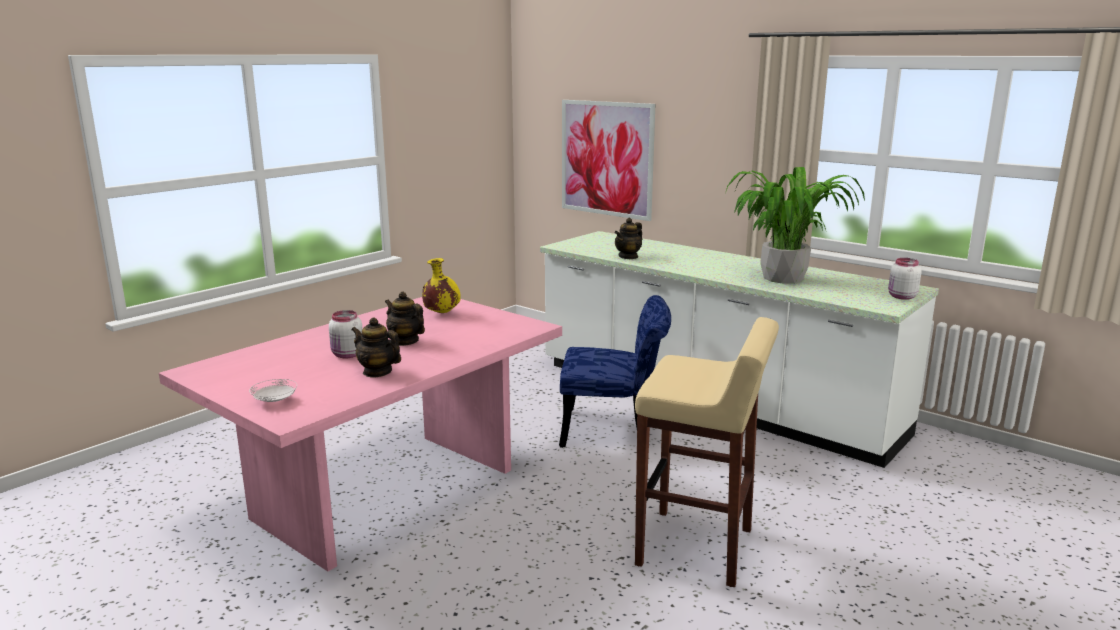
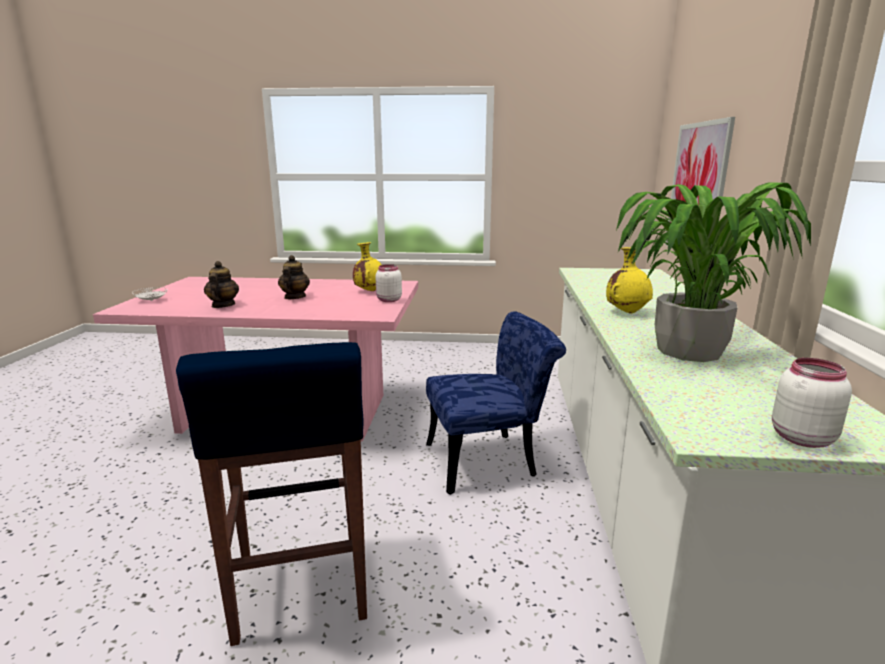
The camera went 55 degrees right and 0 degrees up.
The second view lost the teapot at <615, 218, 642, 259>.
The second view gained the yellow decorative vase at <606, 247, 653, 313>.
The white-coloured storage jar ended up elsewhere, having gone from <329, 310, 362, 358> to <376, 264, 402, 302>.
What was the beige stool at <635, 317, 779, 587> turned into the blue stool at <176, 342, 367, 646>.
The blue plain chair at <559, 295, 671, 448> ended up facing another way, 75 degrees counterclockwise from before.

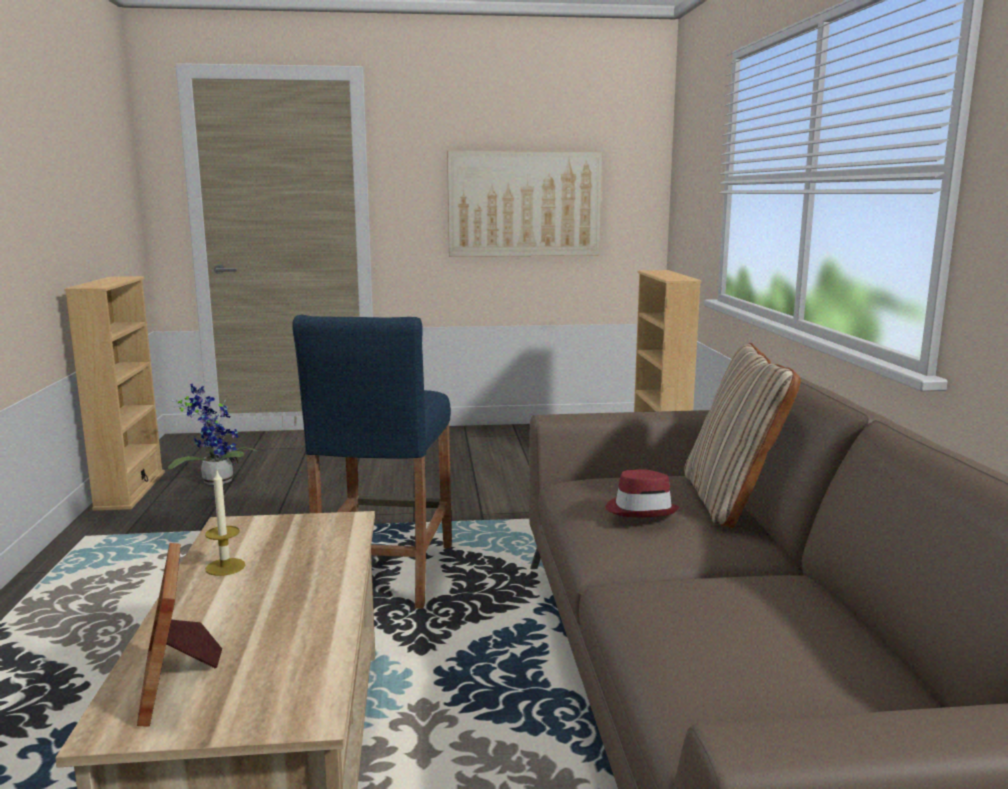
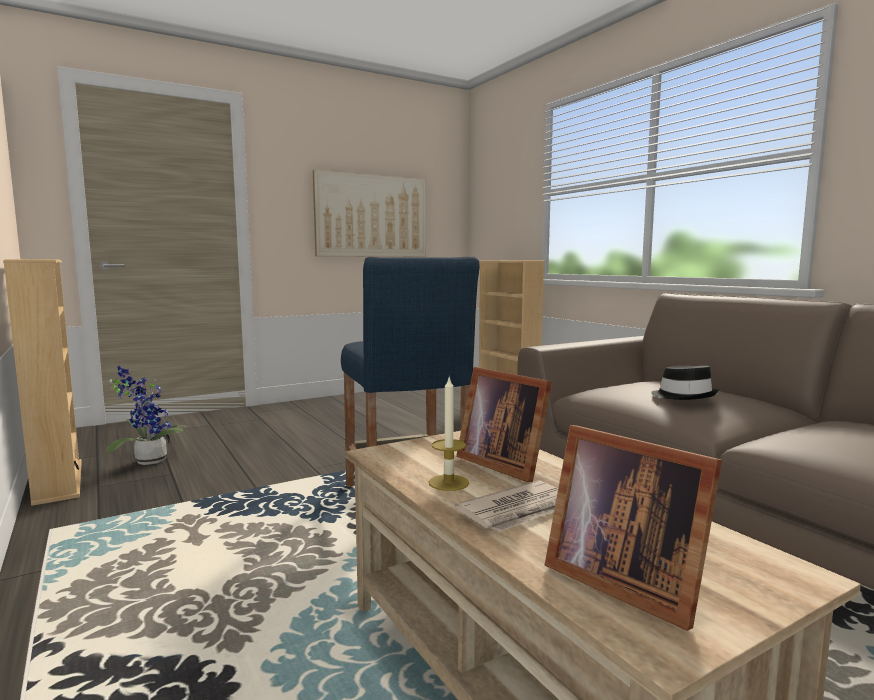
The camera went 25 degrees left and 5 degrees down.
The second view lost the beige cushion at <684, 343, 801, 529>.
The second view gained the printed paper at <455, 481, 558, 532>.
The second view gained the photo frame at <456, 367, 552, 482>.
What was the red wearable hat at <606, 469, 679, 517> turned into the blackish wearable hat at <651, 366, 719, 400>.

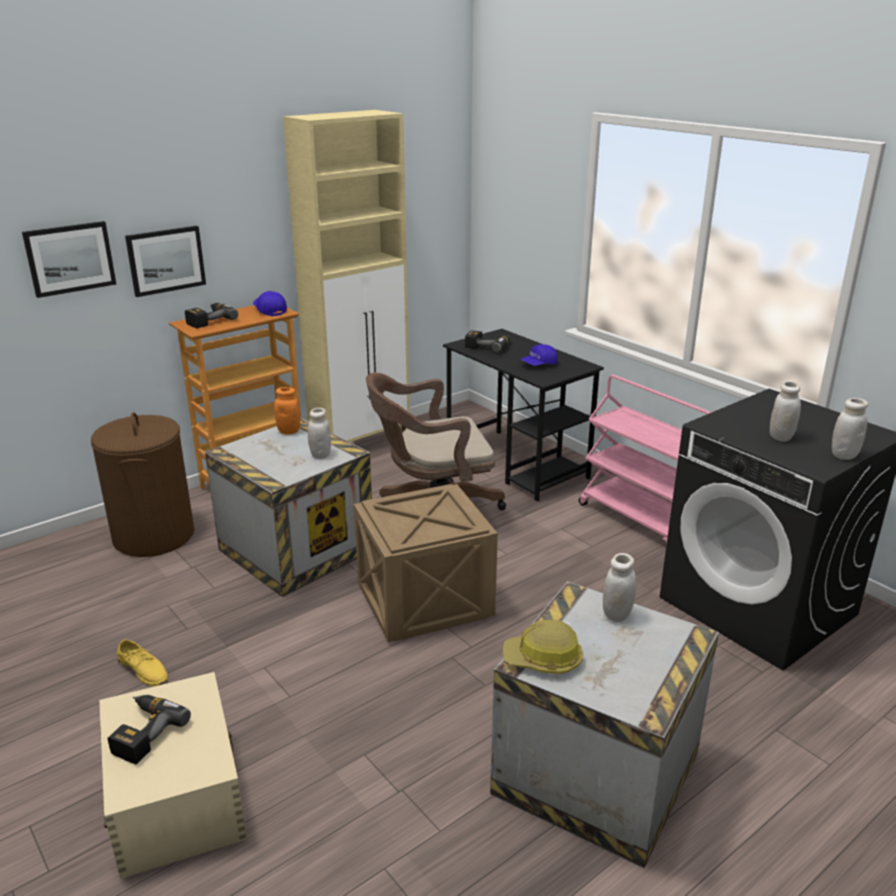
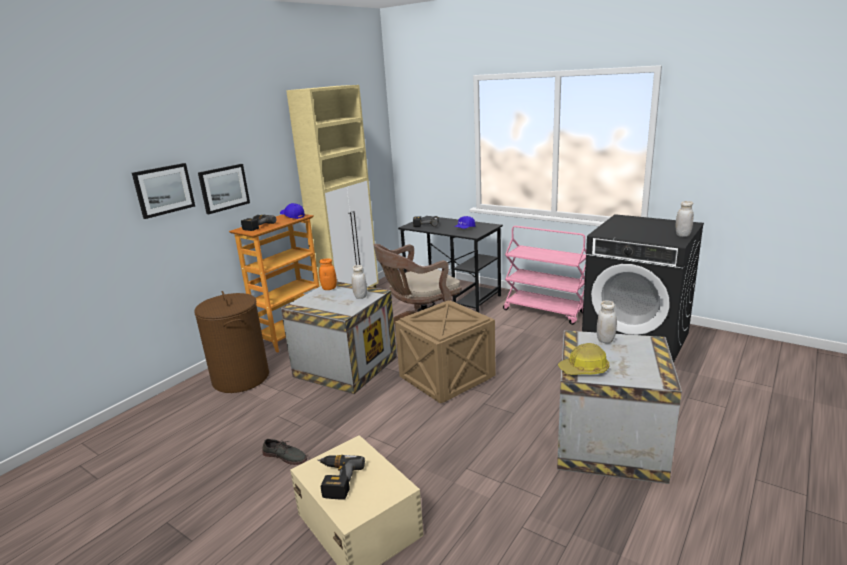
The camera went 15 degrees left and 5 degrees down.
The second view lost the white-coloured storage jar at <770, 381, 801, 442>.
What was the yellow low shoe at <117, 640, 168, 686> turned into the grey low shoe at <262, 439, 307, 465>.

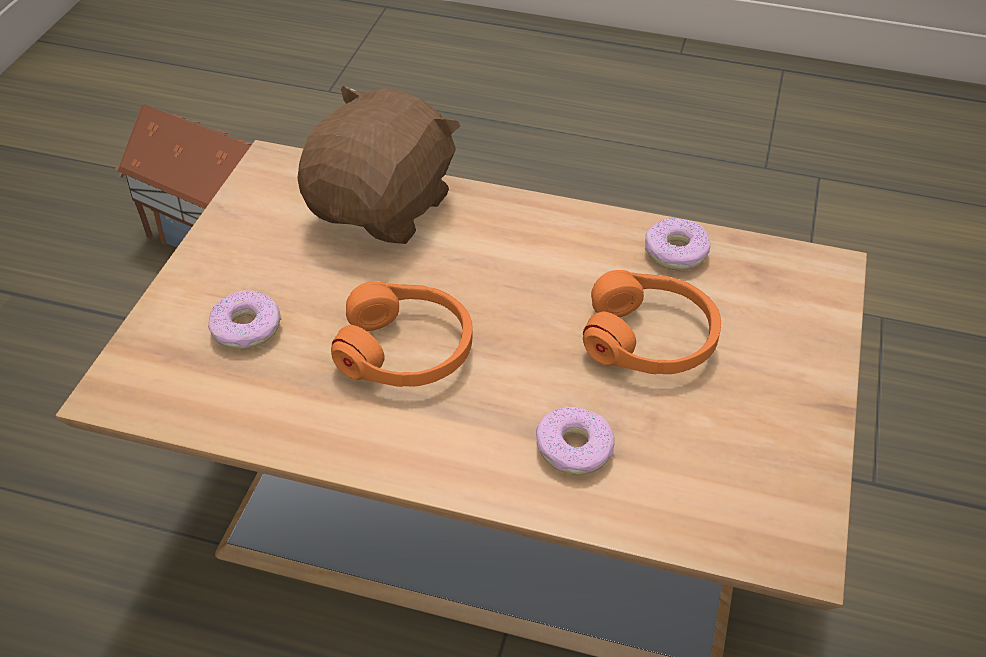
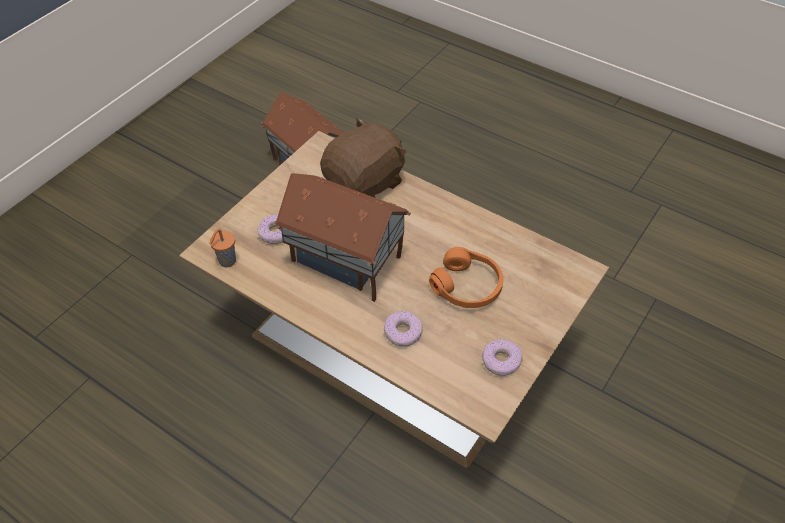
The camera went 20 degrees right and 5 degrees up.
The second view gained the orange-coloured cup at <209, 229, 236, 267>.
The ring doughnut ended up elsewhere, having gone from <645, 218, 711, 270> to <482, 339, 522, 376>.
Where the orange-coloured headset stood at <331, 281, 473, 387>, the model house came to stand at <274, 173, 411, 302>.

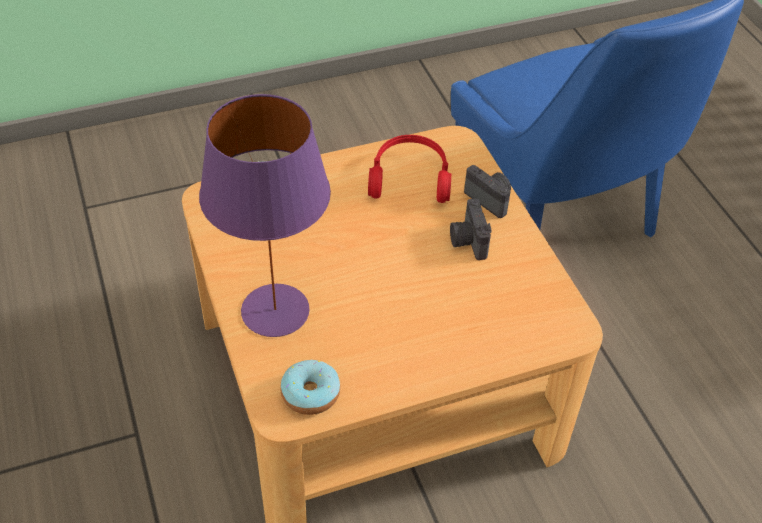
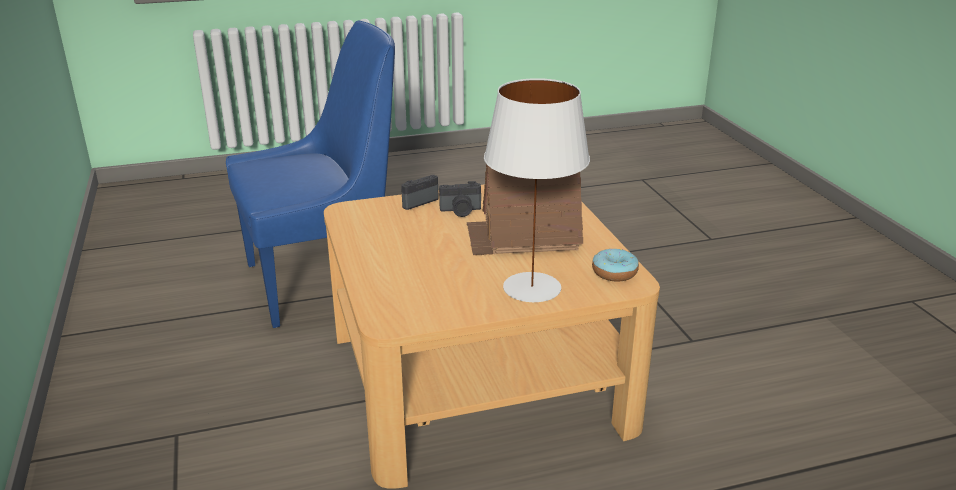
The camera went 85 degrees left and 20 degrees down.
The second view lost the red headset at <368, 135, 451, 203>.
The second view gained the model house at <467, 164, 583, 255>.
What was the purple table lamp at <199, 94, 331, 337> turned into the white-coloured table lamp at <484, 78, 590, 302>.

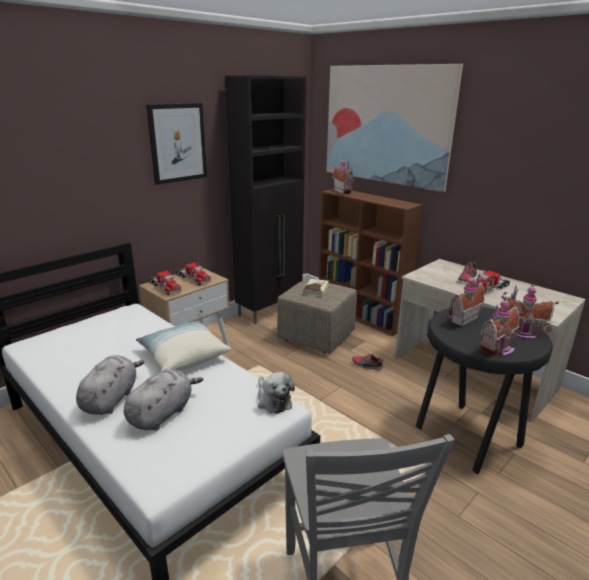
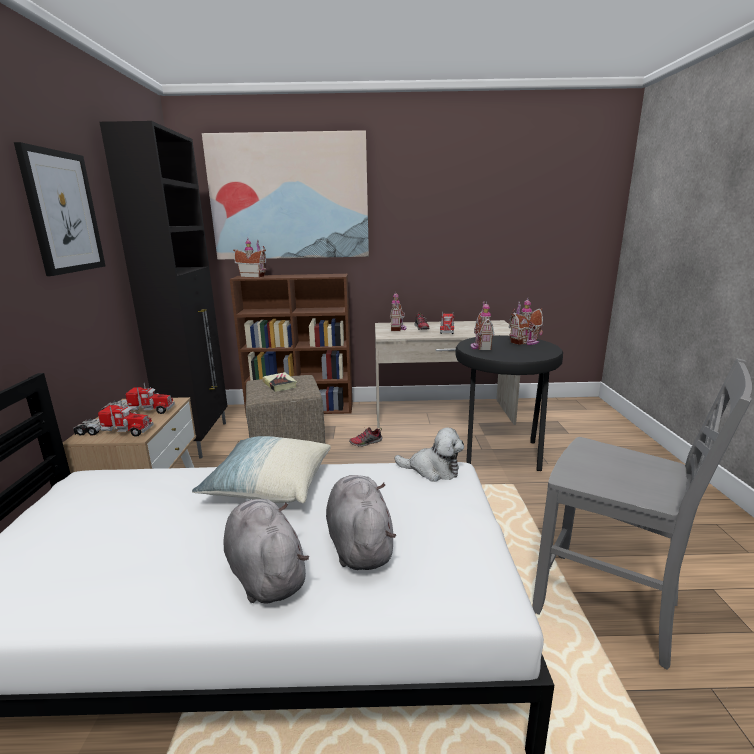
The camera went 45 degrees left and 5 degrees down.
The model house ended up elsewhere, having gone from <480, 299, 520, 357> to <390, 292, 407, 331>.

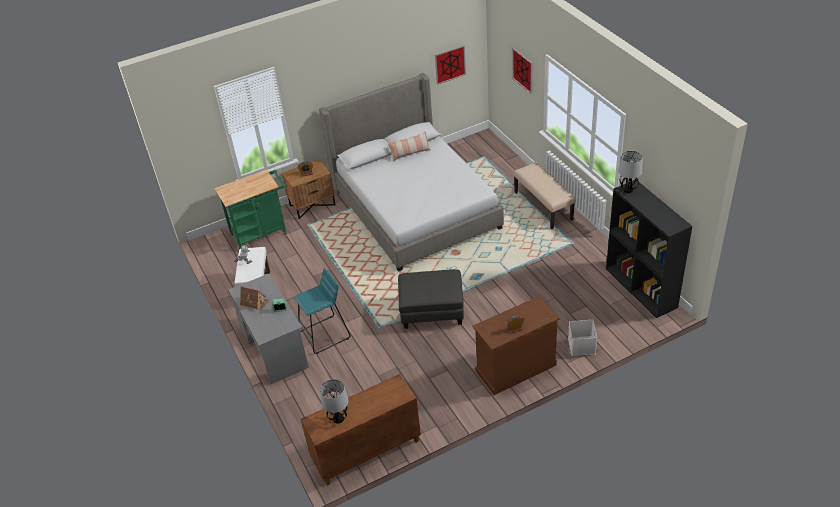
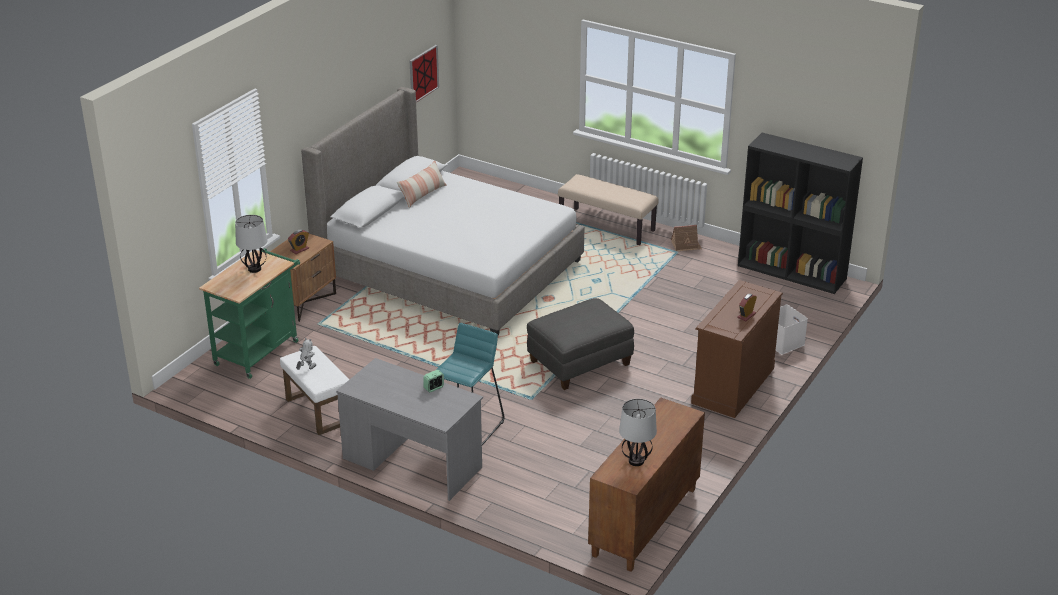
The camera went 35 degrees left and 10 degrees down.
The second view lost the picture at <512, 48, 533, 93>.
The model house ended up elsewhere, having gone from <240, 286, 269, 311> to <671, 225, 702, 251>.
The table lamp ended up elsewhere, having gone from <618, 151, 642, 193> to <235, 215, 267, 273>.

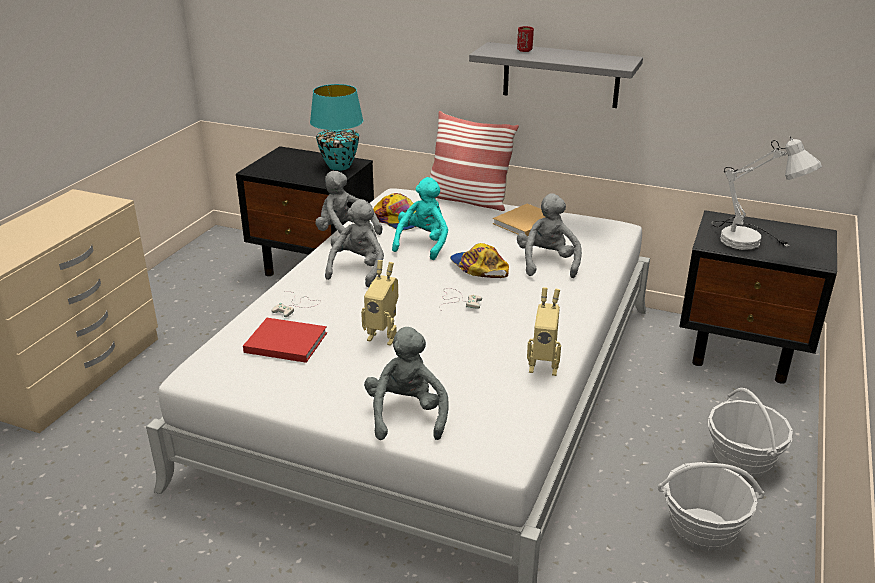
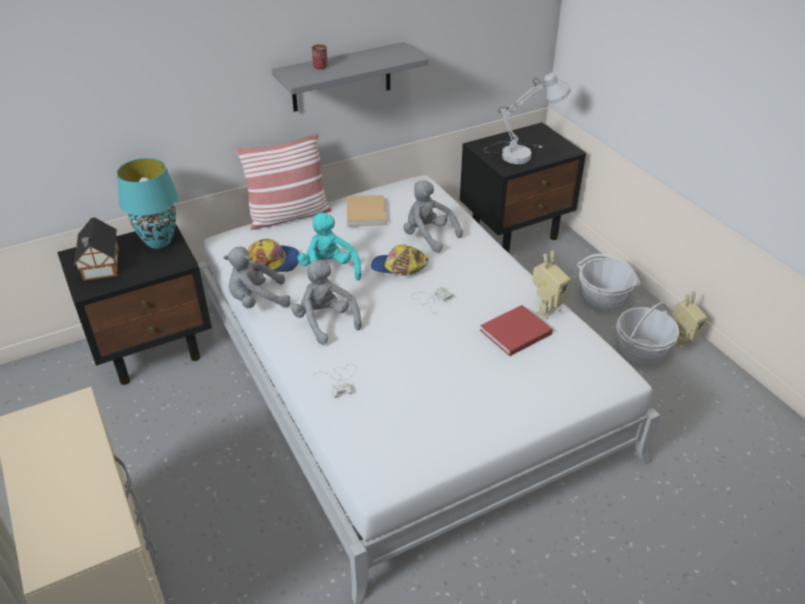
The camera went 50 degrees left and 10 degrees up.
The second view lost the grey plush toy at <364, 327, 449, 440>.
The second view gained the model house at <74, 217, 119, 281>.
The red volume ended up elsewhere, having gone from <243, 318, 327, 363> to <480, 305, 553, 356>.
The toy robot ended up elsewhere, having gone from <361, 260, 398, 346> to <672, 291, 707, 349>.

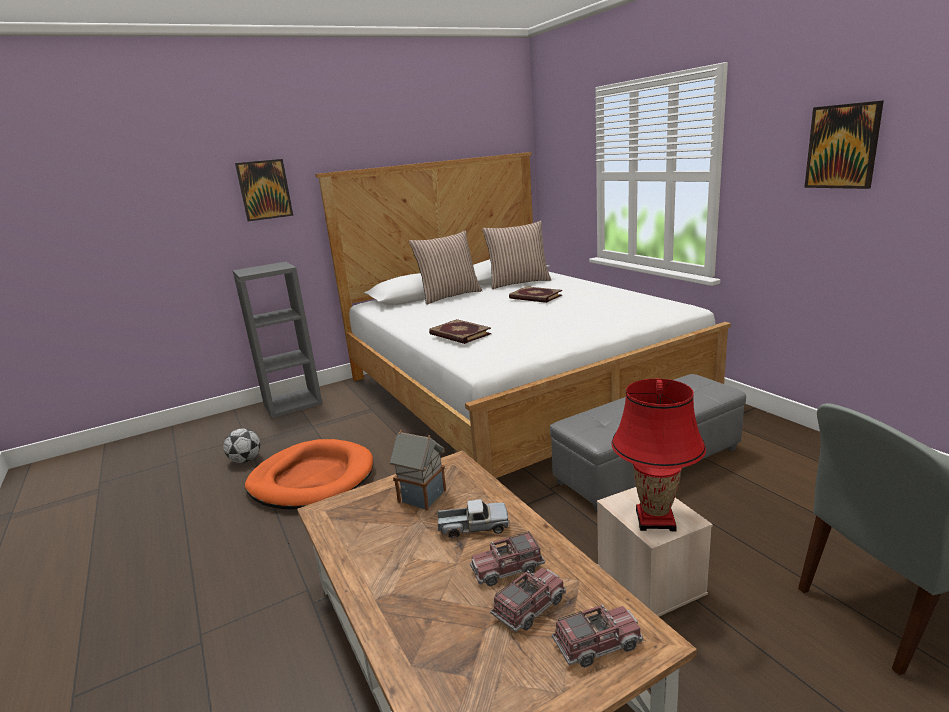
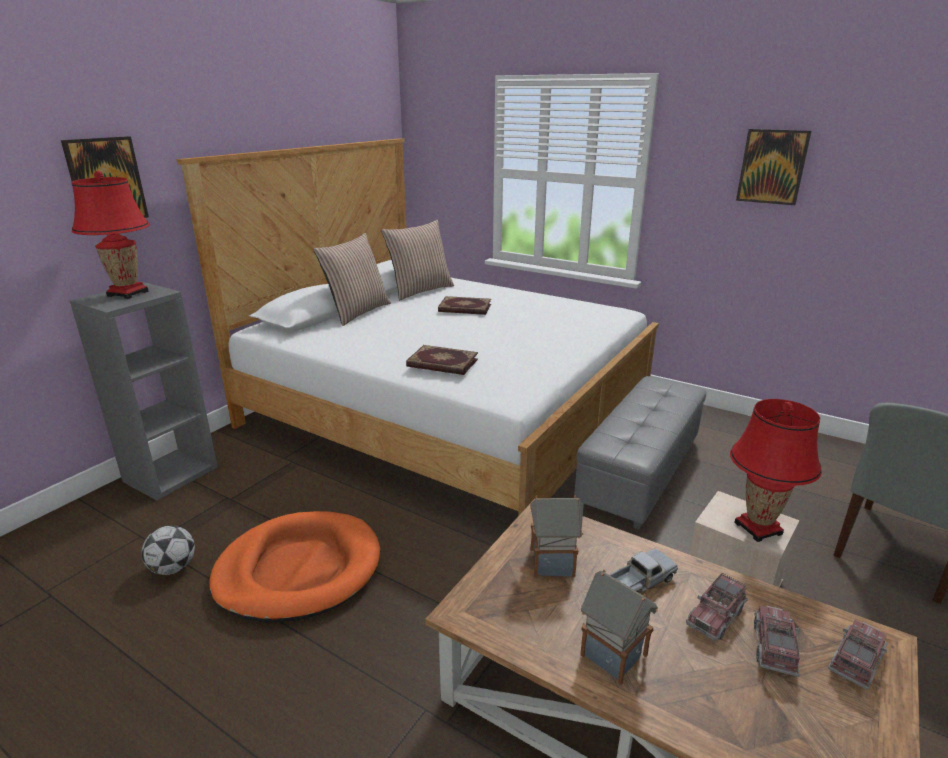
The camera went 30 degrees left and 5 degrees up.
The second view gained the red table lamp at <72, 171, 150, 299>.
The second view gained the model house at <580, 569, 658, 685>.

